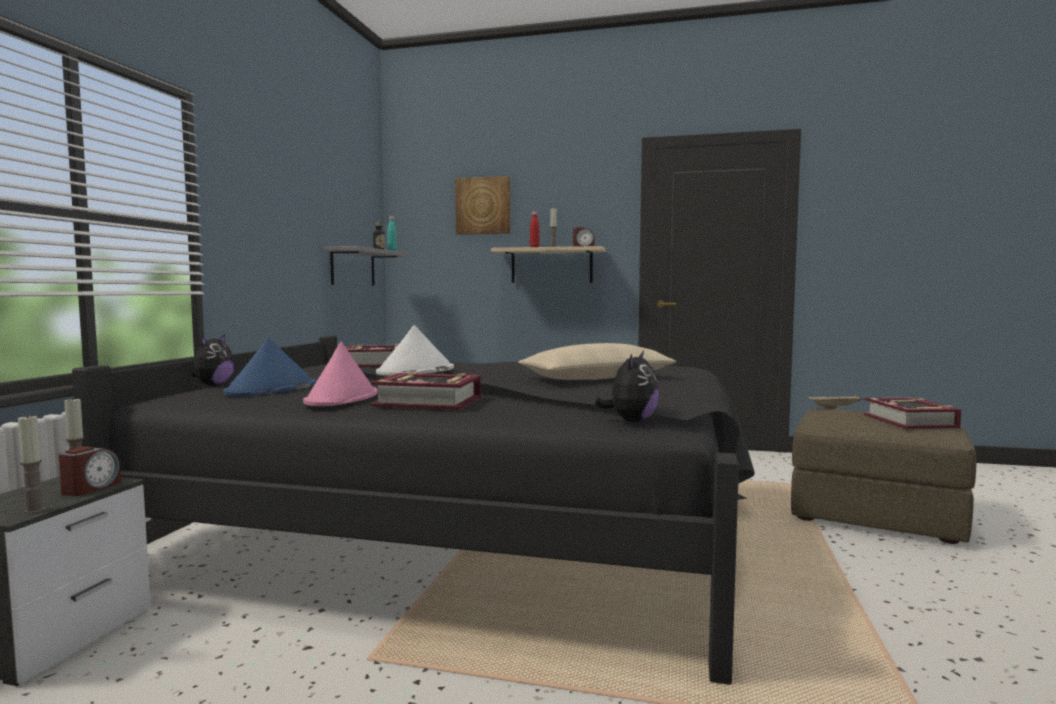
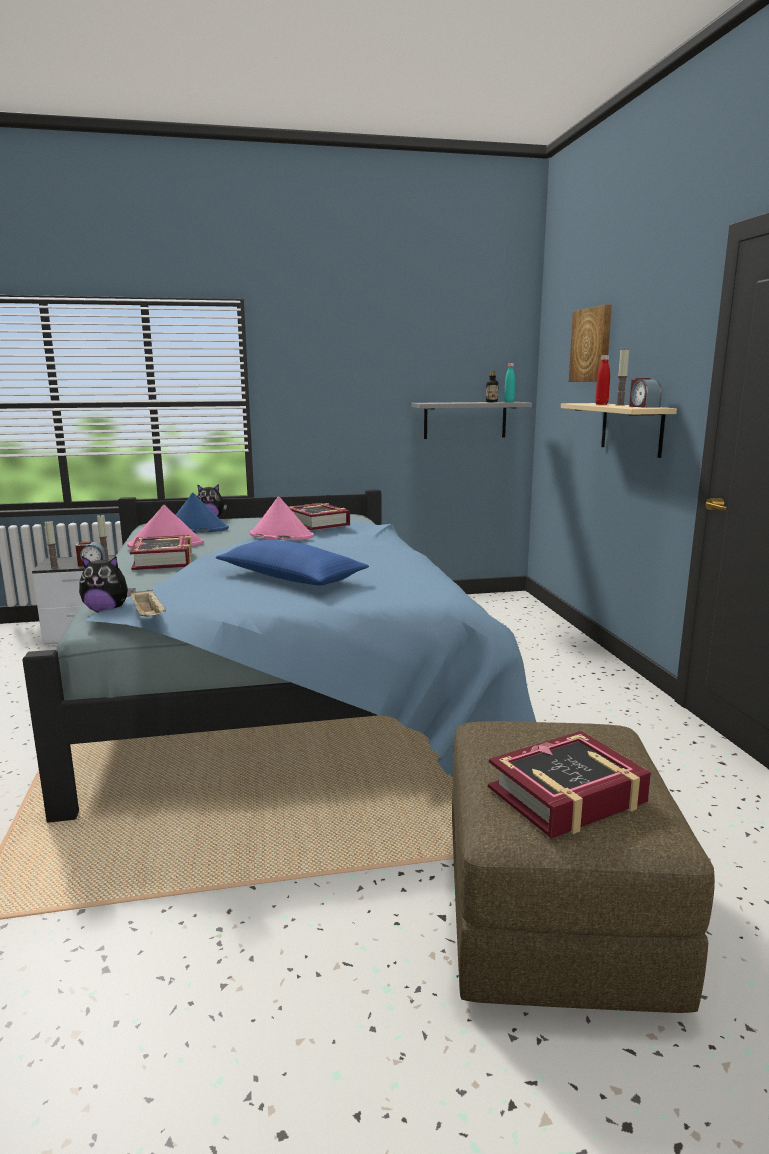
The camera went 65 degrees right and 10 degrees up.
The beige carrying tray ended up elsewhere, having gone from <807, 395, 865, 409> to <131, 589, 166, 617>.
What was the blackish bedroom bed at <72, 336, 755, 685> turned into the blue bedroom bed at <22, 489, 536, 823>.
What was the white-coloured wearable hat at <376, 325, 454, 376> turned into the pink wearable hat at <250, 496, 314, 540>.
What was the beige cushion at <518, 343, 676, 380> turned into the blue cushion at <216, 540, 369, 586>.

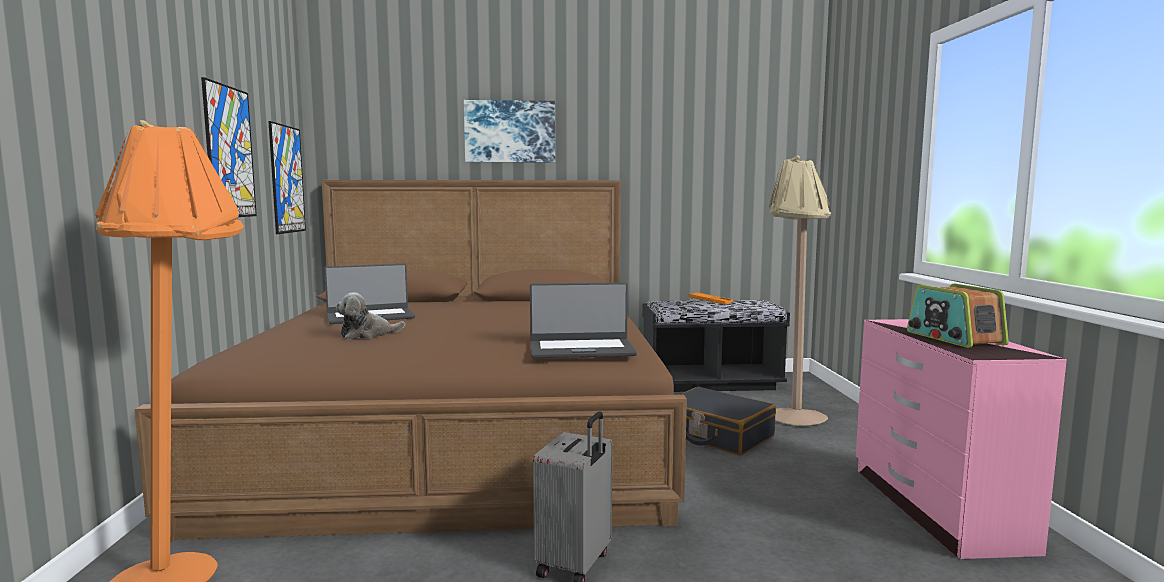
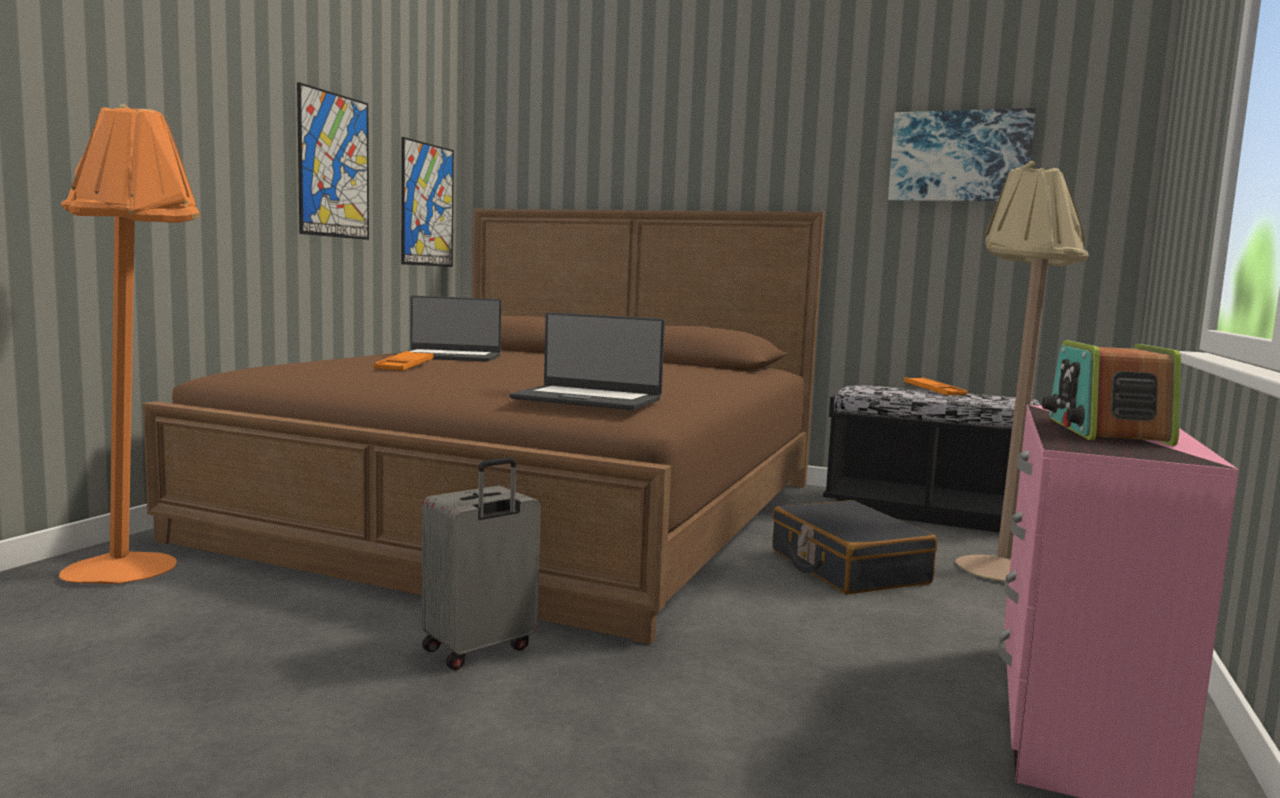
The camera went 25 degrees right and 0 degrees up.
The picture ended up elsewhere, having gone from <464, 100, 555, 162> to <888, 108, 1036, 201>.
Where the plush toy stood at <336, 292, 405, 340>, the orange-coloured carrying tray came to stand at <374, 351, 434, 371>.

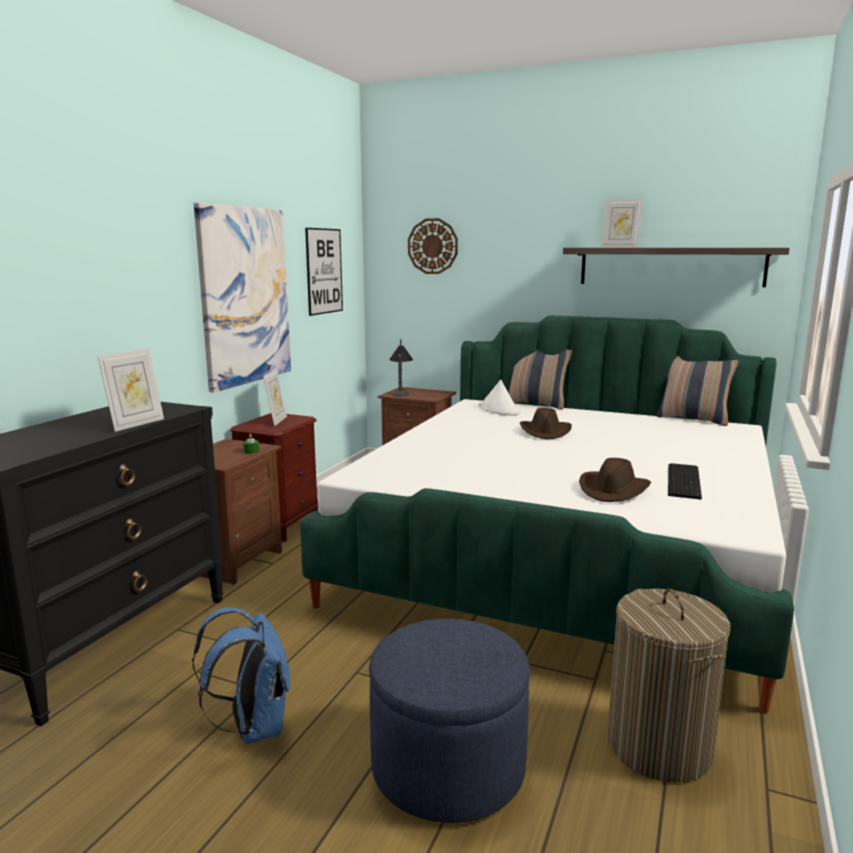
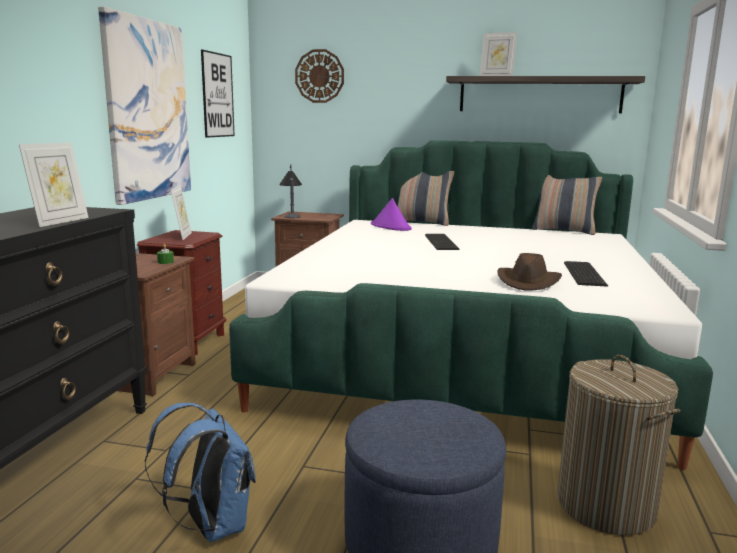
The camera went 10 degrees left and 0 degrees up.
Where the brown-coloured wearable hat stood at <520, 408, 572, 439>, the keyboard came to stand at <425, 234, 460, 250>.
What was the white-coloured wearable hat at <479, 380, 520, 416> turned into the purple wearable hat at <371, 198, 412, 231>.

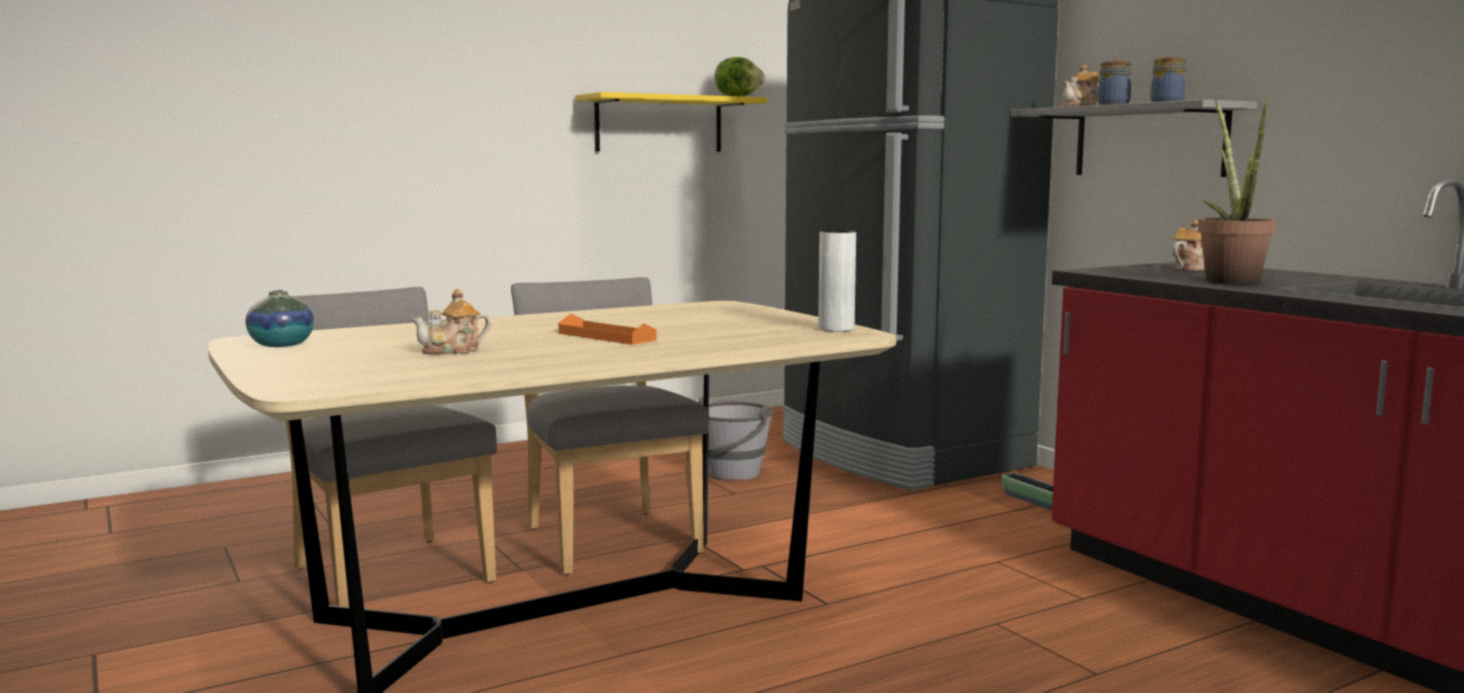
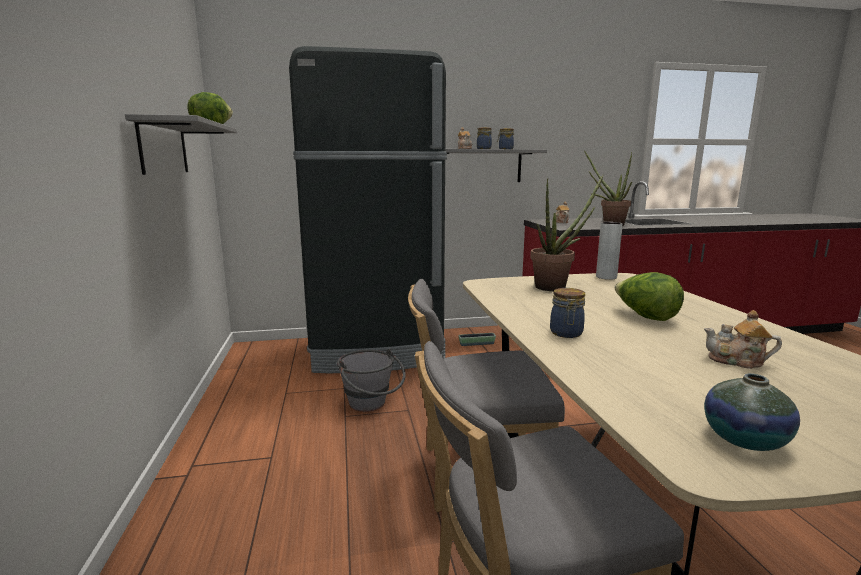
The camera went 70 degrees left and 5 degrees up.
The second view gained the houseplant at <530, 175, 603, 291>.
The second view gained the storage jar at <550, 288, 585, 338>.
Where the orange-coloured carrying tray stood at <559, 314, 657, 345>, the head of lettuce came to stand at <615, 272, 684, 321>.
What was the yellow wall shelf at <575, 92, 767, 152> turned into the grey wall shelf at <125, 114, 237, 175>.
The teapot at <412, 289, 491, 355> ended up facing another way, 120 degrees clockwise from before.

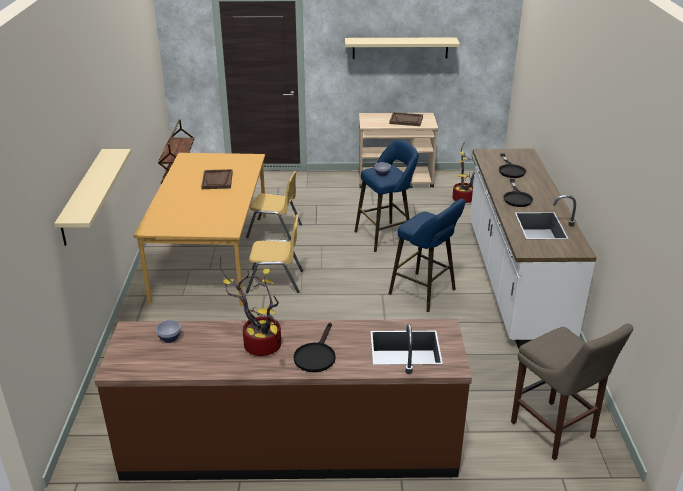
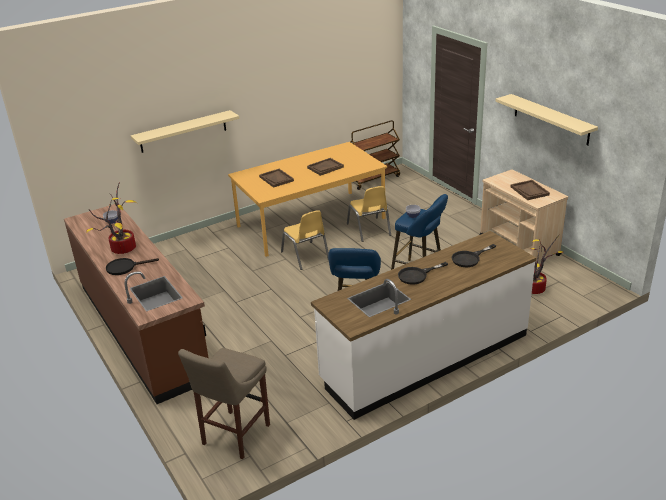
The camera went 60 degrees right and 0 degrees up.
The second view gained the brown-coloured carrying tray at <259, 169, 294, 188>.

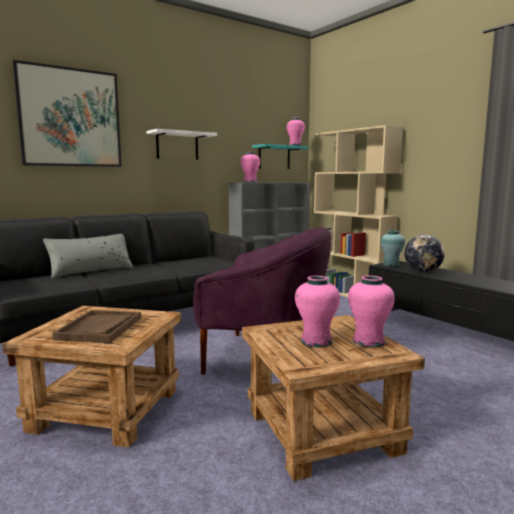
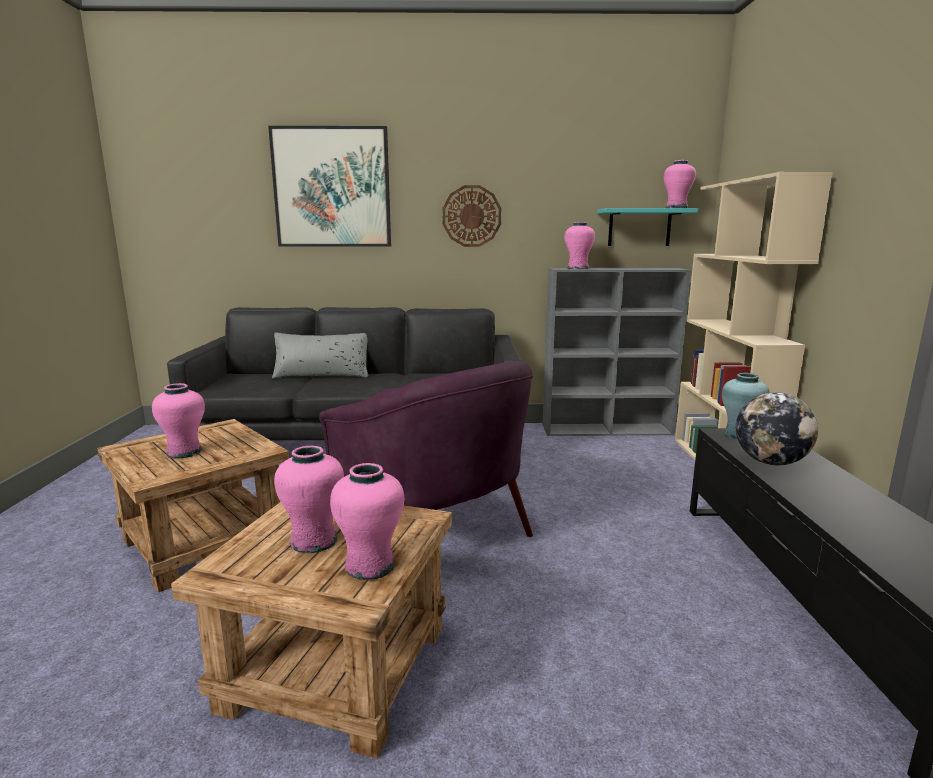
The camera went 35 degrees right and 5 degrees up.
Where the brown-coloured carrying tray stood at <52, 310, 141, 343>, the pink decorative vase came to stand at <152, 383, 205, 459>.
Where the white-coloured wall shelf hung at <146, 129, 217, 160>, the hanging clock came to hang at <442, 185, 501, 247>.

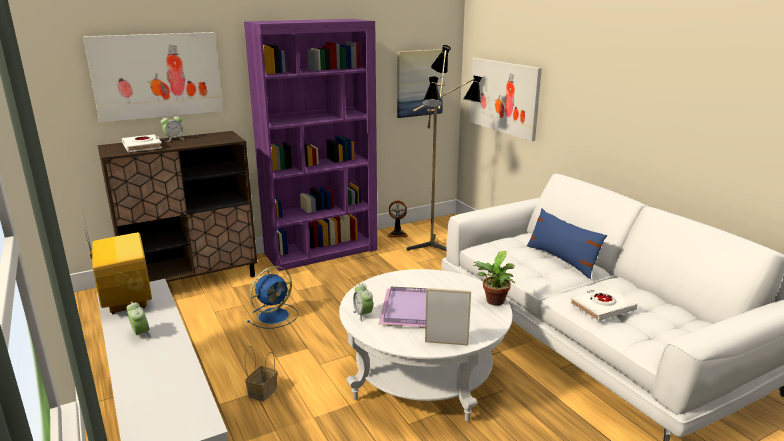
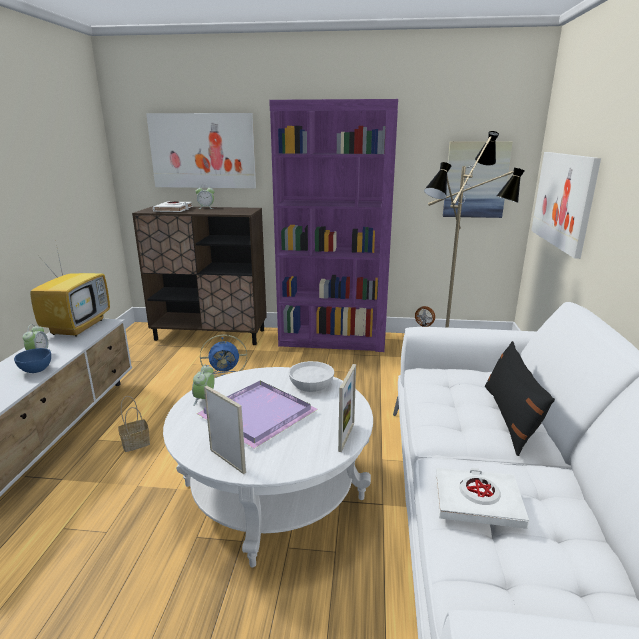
The camera went 35 degrees right and 0 degrees up.
The second view gained the blue bowl at <14, 348, 51, 373>.
The second view gained the white-coloured bowl at <288, 361, 334, 392>.
Where the houseplant stood at <473, 251, 515, 306>, the photo frame came to stand at <338, 364, 356, 452>.
What was the blue cushion at <527, 208, 607, 279> turned into the blackish cushion at <485, 341, 555, 456>.

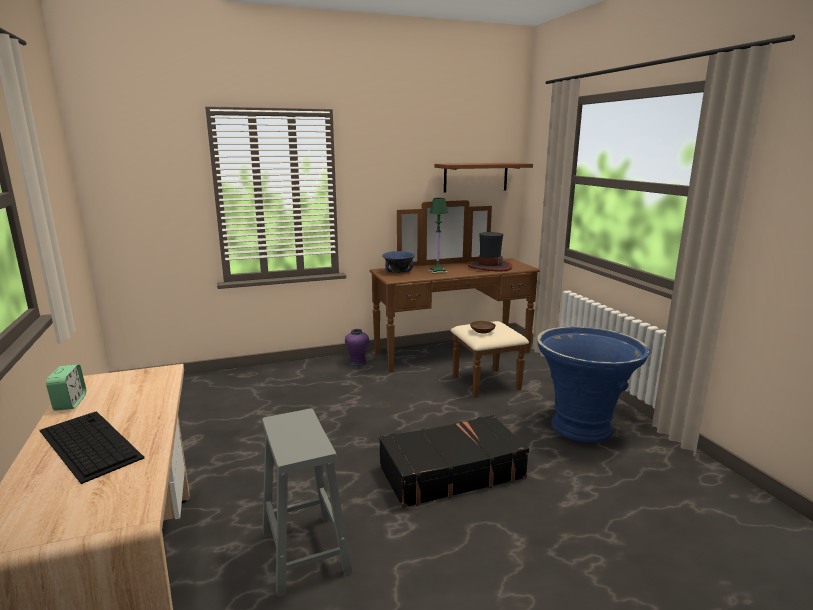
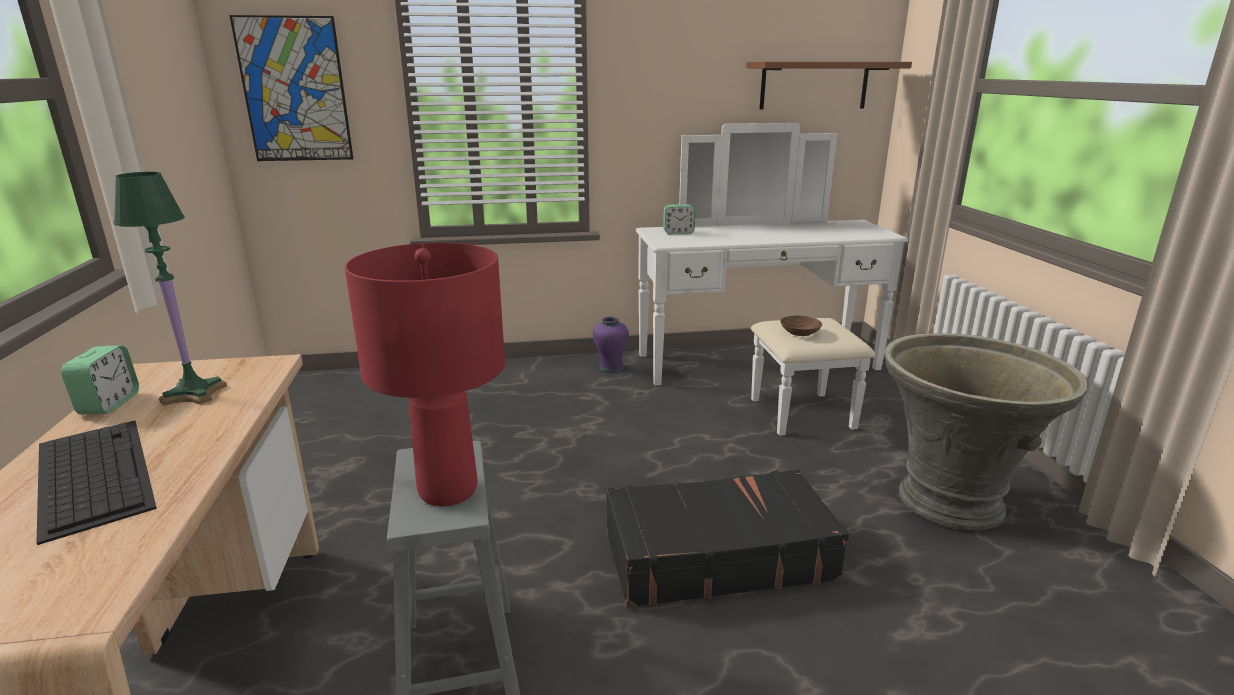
The camera went 10 degrees right and 5 degrees up.
The second view lost the wearable hat at <468, 232, 512, 272>.
The second view gained the picture at <229, 15, 353, 161>.
The second view gained the red table lamp at <345, 243, 505, 506>.
The green table lamp ended up elsewhere, having gone from <428, 198, 448, 274> to <113, 172, 227, 406>.
Where the blue bowl stood at <382, 251, 415, 273>, the table clock came to stand at <663, 204, 695, 234>.
What was the brown-coloured dresser at <370, 200, 540, 398> turned into the white-coloured dresser at <636, 123, 908, 436>.
What was the blue plant pot at <537, 326, 650, 443> turned into the grey plant pot at <885, 333, 1089, 530>.

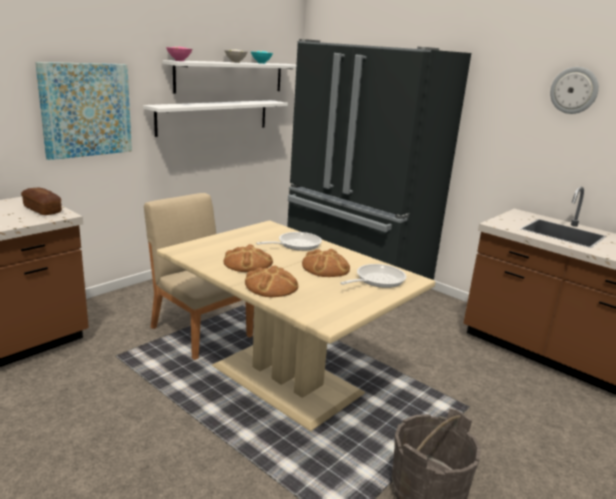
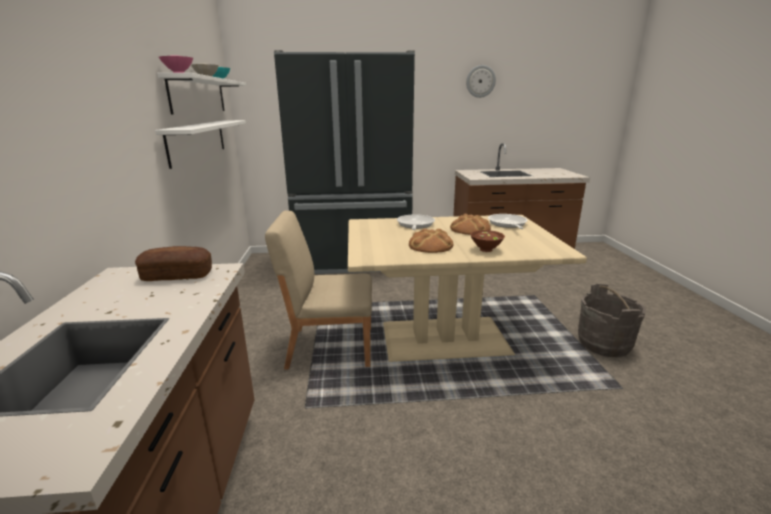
The camera went 45 degrees left and 0 degrees up.
The second view lost the picture at <35, 62, 132, 160>.
Where the baked bread stood at <245, 265, 298, 297>, the brown-coloured bowl came to stand at <470, 230, 505, 252>.

